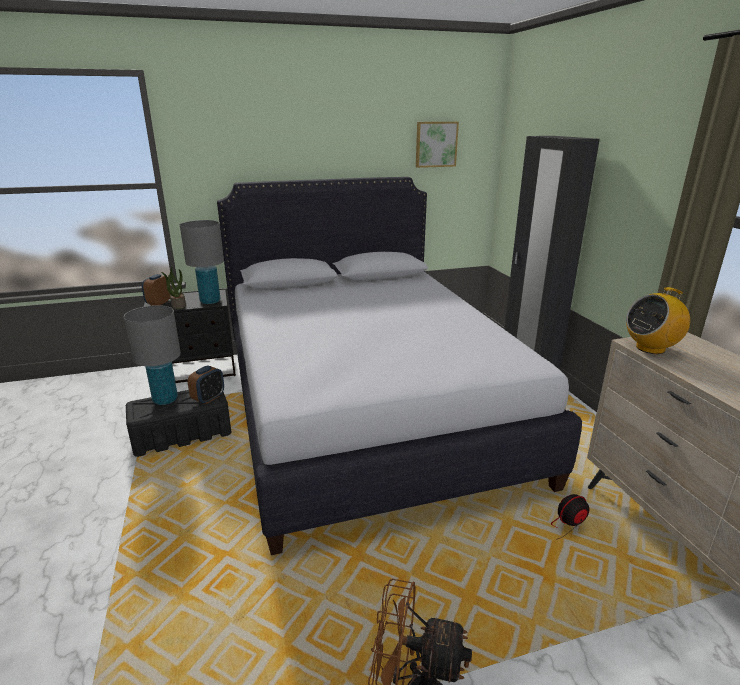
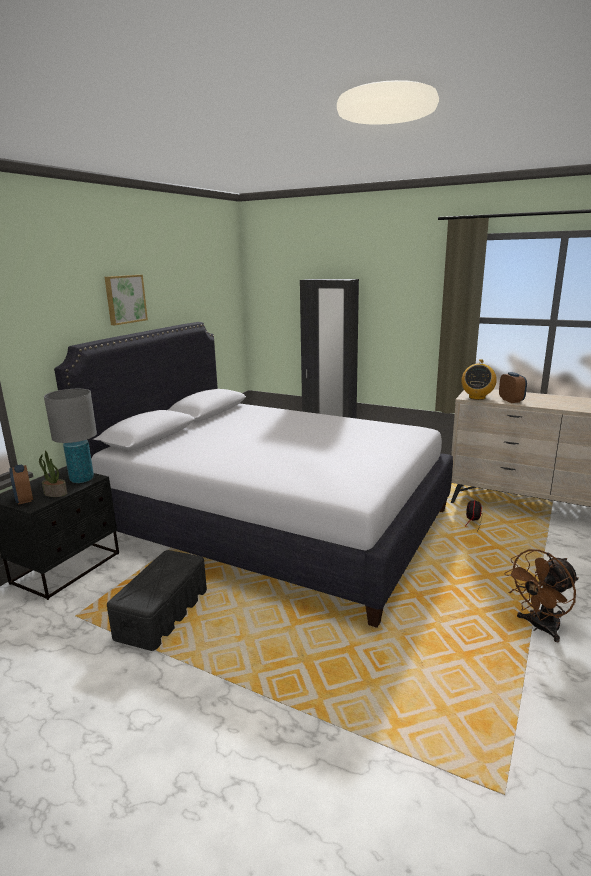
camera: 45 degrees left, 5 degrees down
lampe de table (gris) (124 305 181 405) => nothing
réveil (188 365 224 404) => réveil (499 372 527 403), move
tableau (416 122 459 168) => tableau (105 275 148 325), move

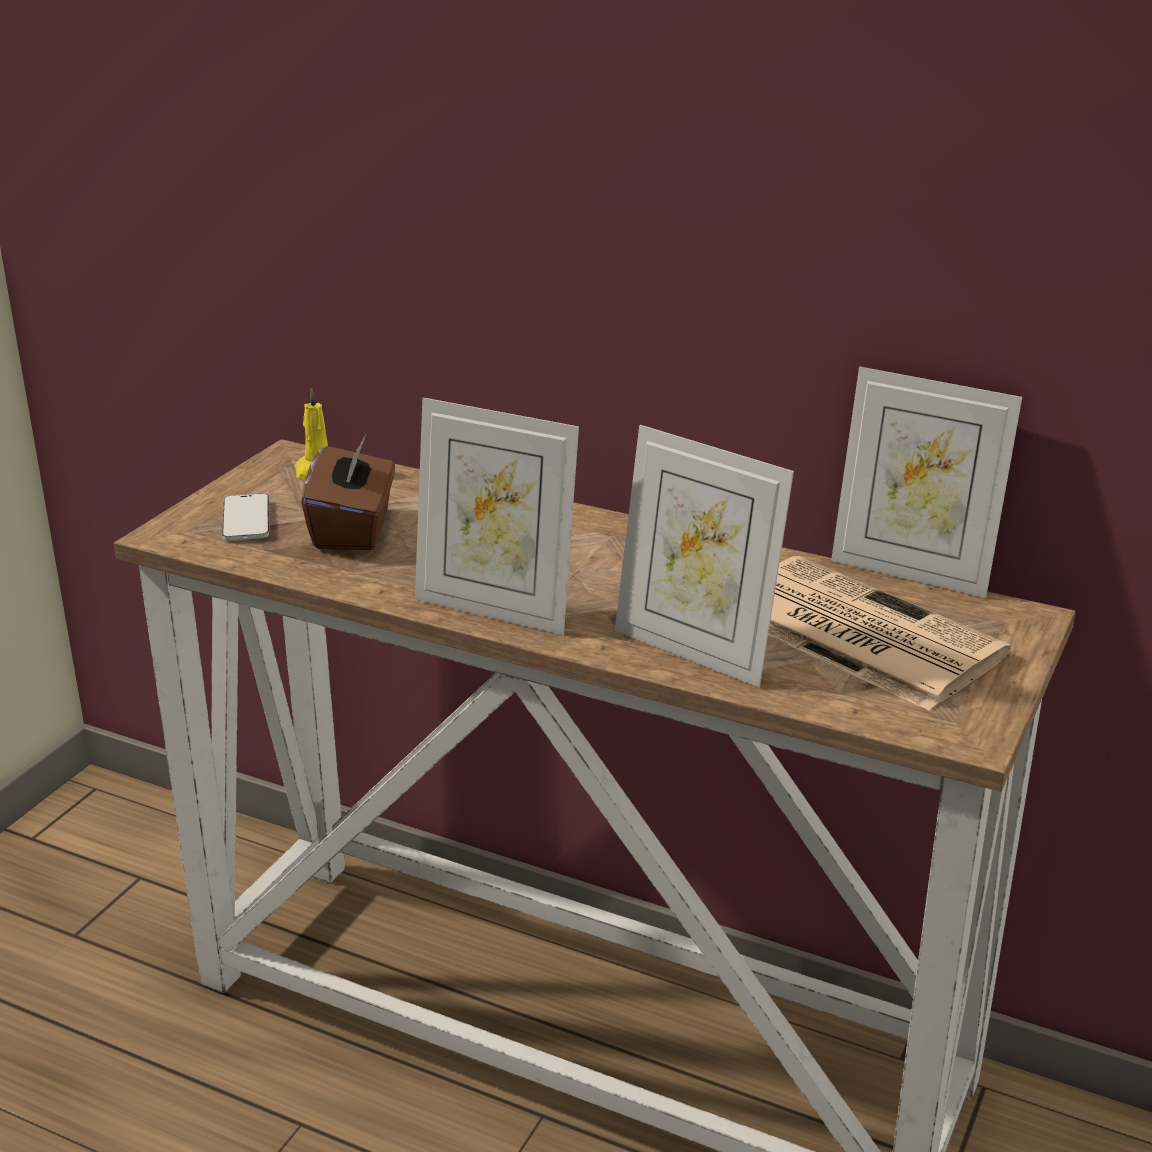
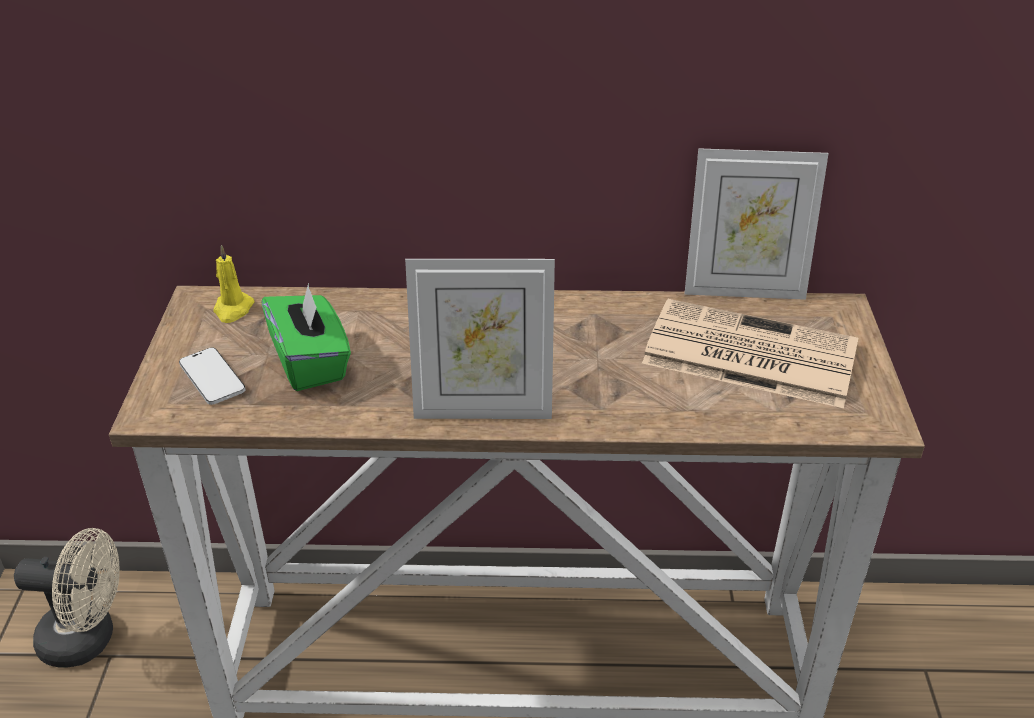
camera: 25 degrees left, 10 degrees up
boîte à mouchoirs (marron) (301 435 395 550) => boîte à mouchoirs (vert) (261 283 351 391)
cadre photo (615 425 794 687) => nothing
nothing => ventilateur (beige) (14 528 120 668)

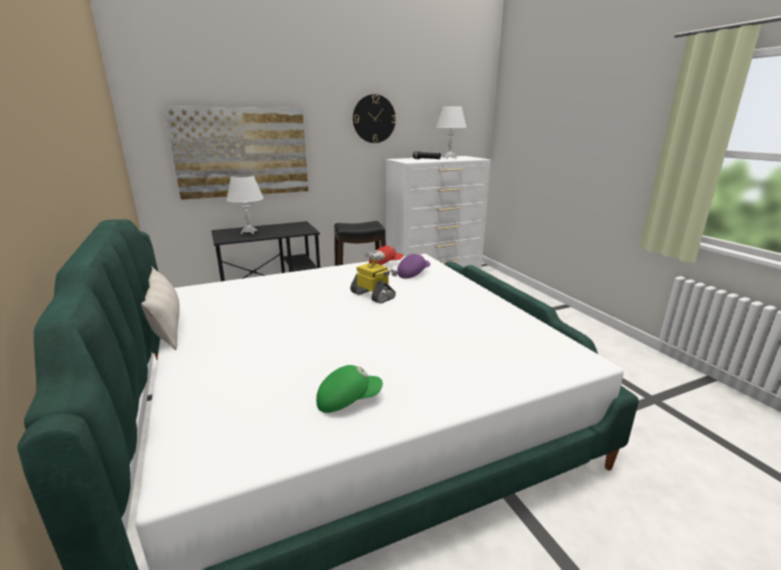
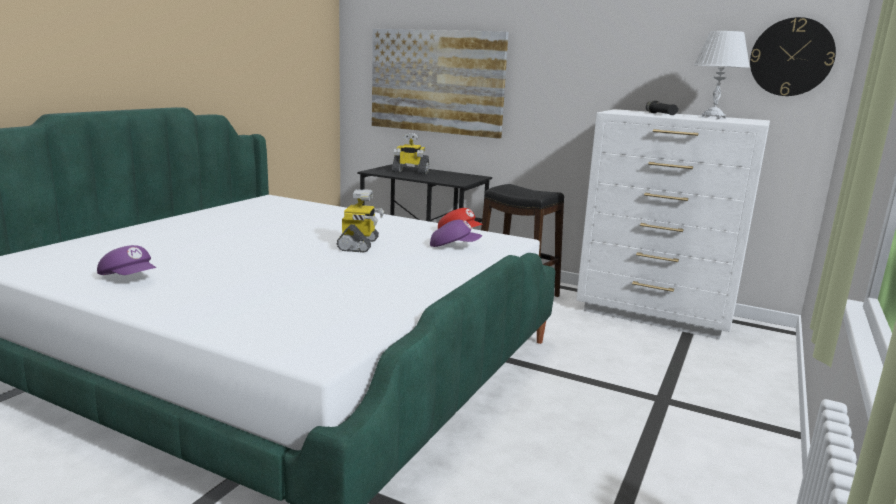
camera: 50 degrees right, 5 degrees down
coussin (beige) (141 266 180 350) => nothing
lampe de table (blanc) (226 175 264 234) => robot jouet (392 133 429 174)
casquette (vert) (316 365 383 413) => casquette (violet) (97 245 156 275)
horloge murale (353 94 396 143) => horloge murale (750 17 836 96), move

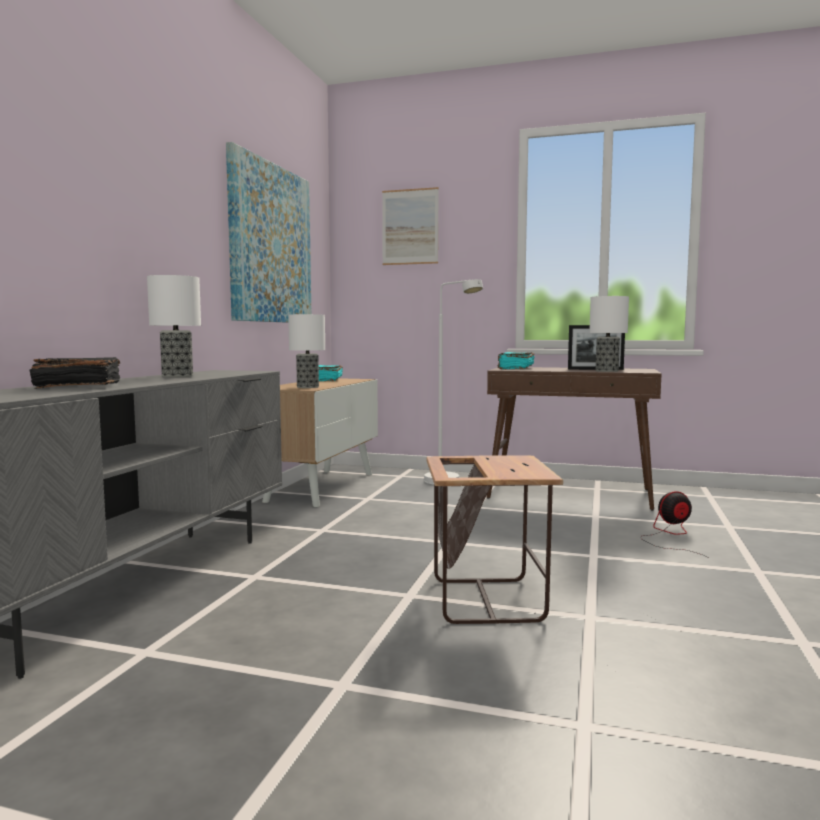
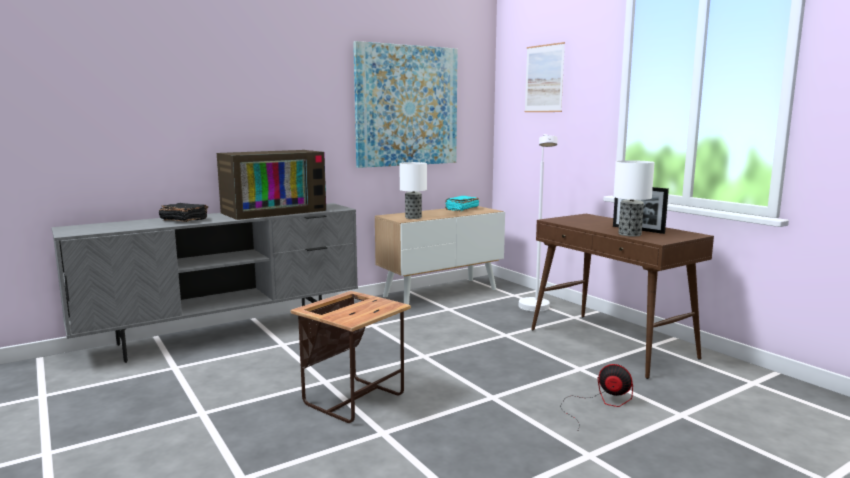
camera: 40 degrees right, 5 degrees up
lampe de table (147 275 201 377) => téléviseur (217 150 326 220)
livre (turquoise) (497 352 535 369) => nothing

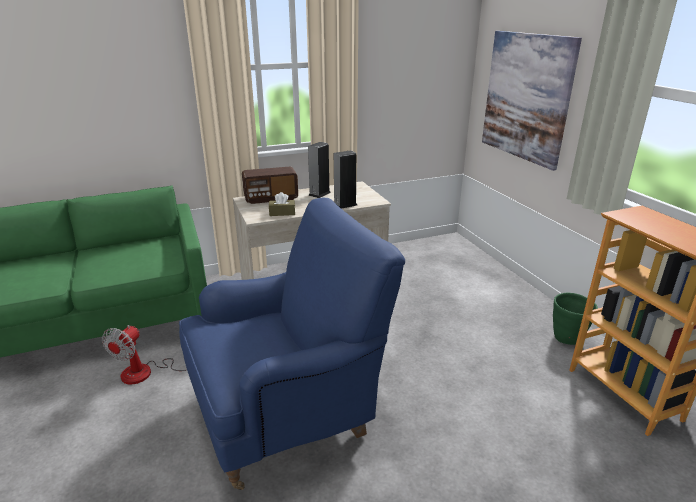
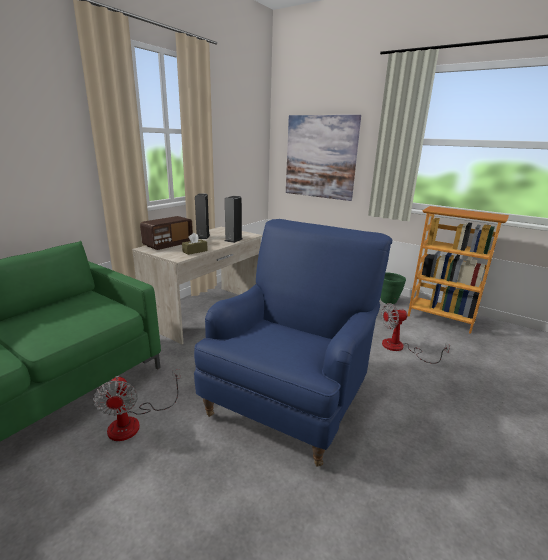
camera: 35 degrees left, 5 degrees down
nothing => ventilateur (381 303 450 364)

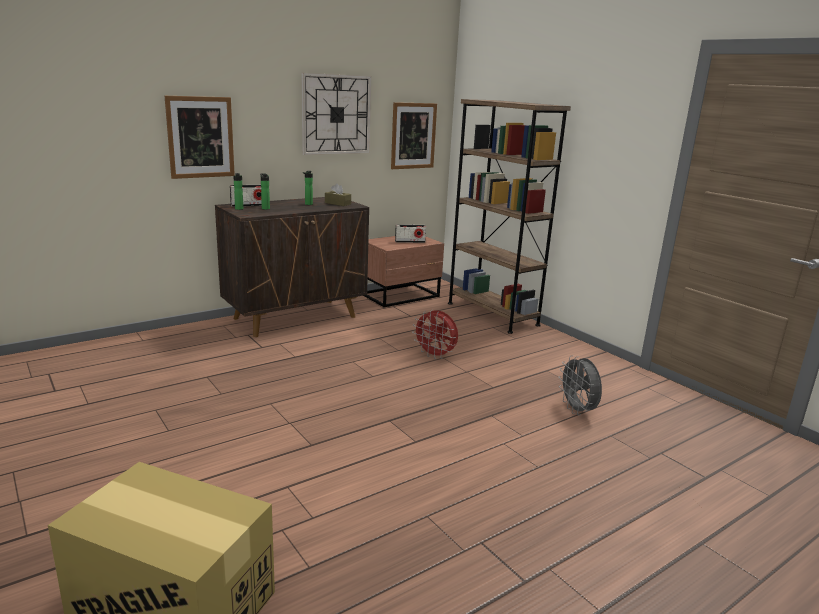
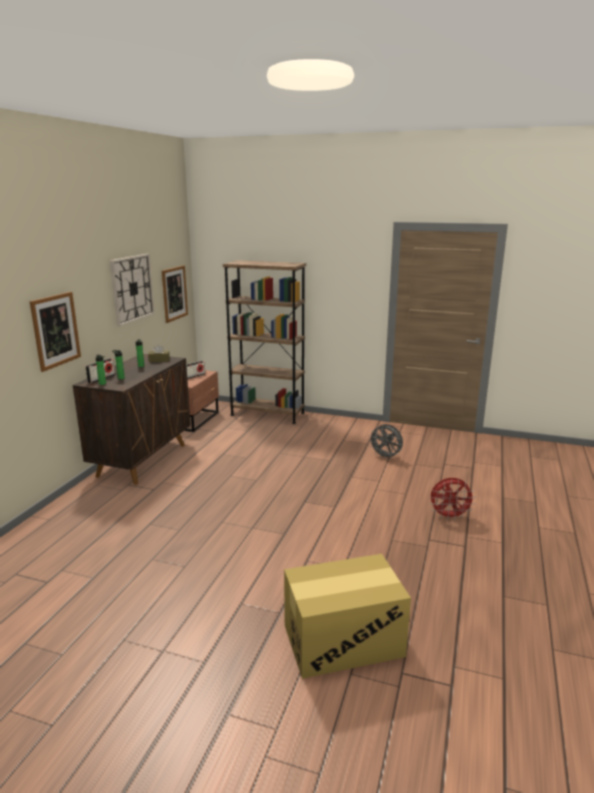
camera: 35 degrees left, 0 degrees up
ventilateur (rouge) (412 310 458 359) => ventilateur (rouge) (430 478 476 520), move

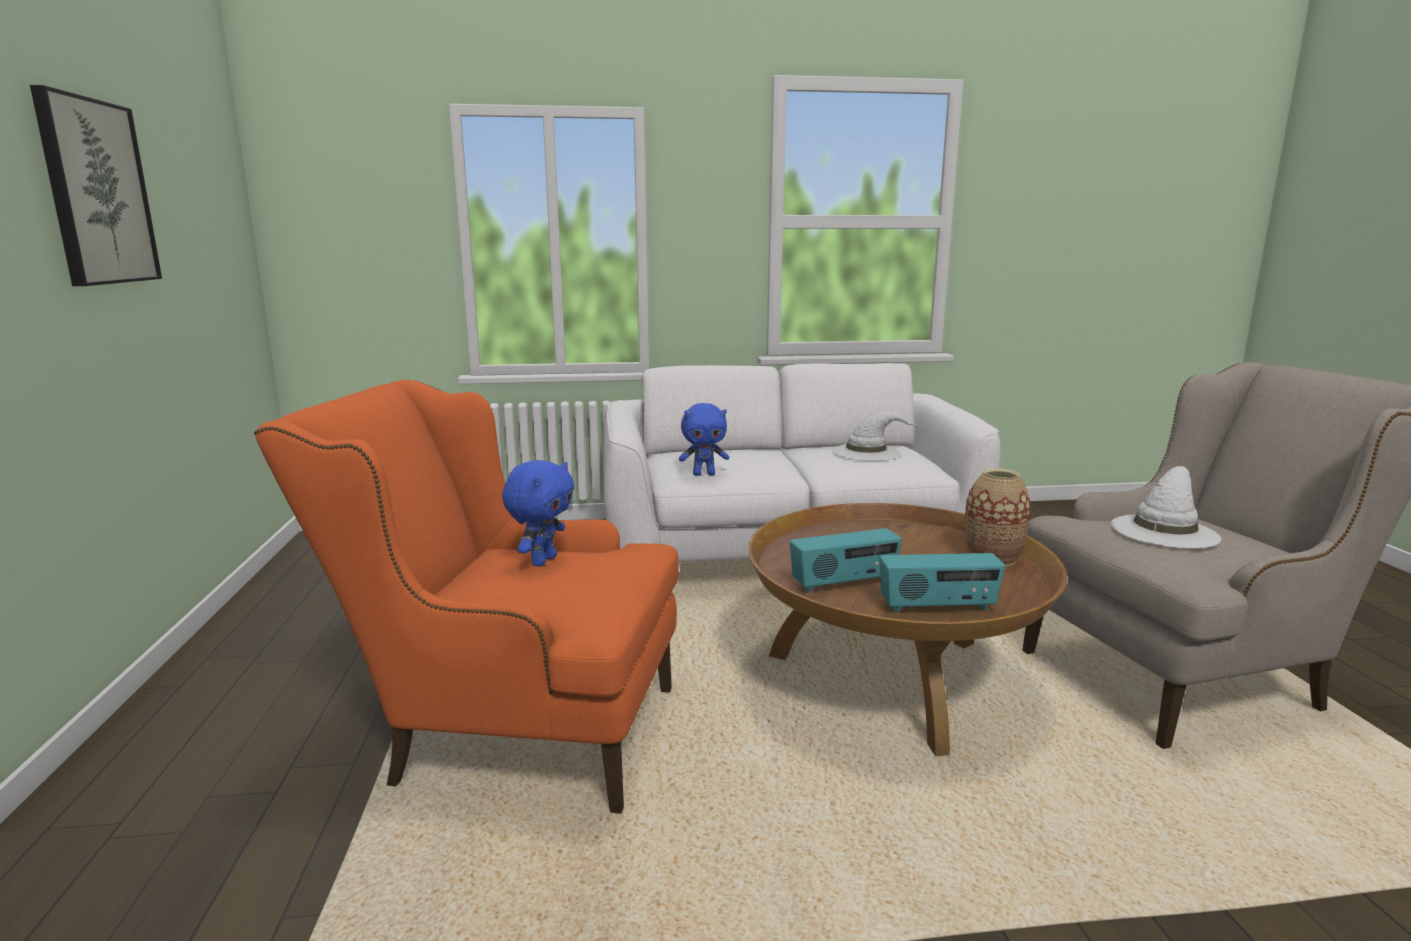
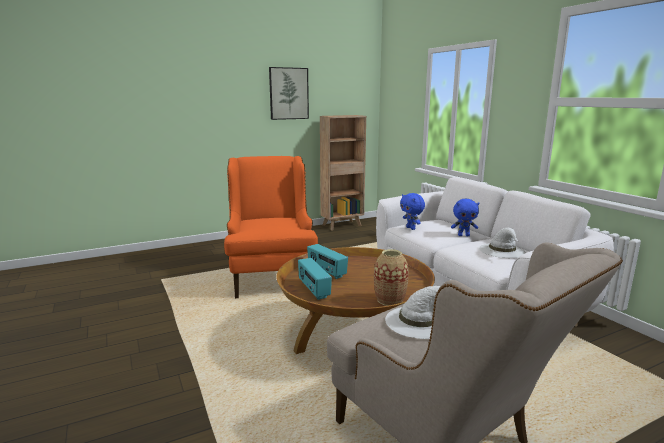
camera: 70 degrees right, 0 degrees up
peluche (bleu) (502 460 574 567) => peluche (bleu) (451 199 480 236), move
nothing => bibliothèque (marron) (320 115 366 231)

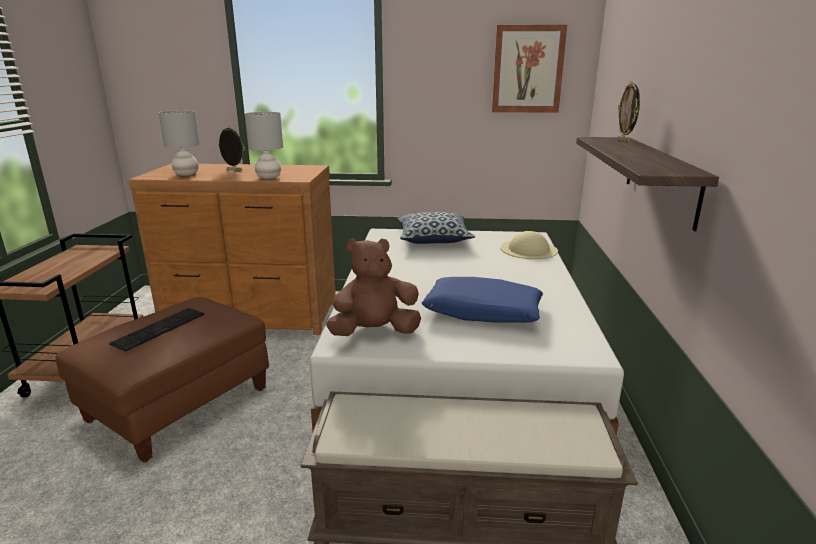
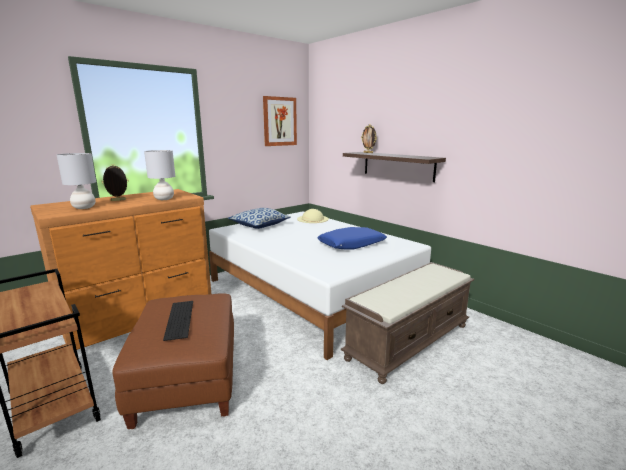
camera: 45 degrees left, 5 degrees down
peluche (marron) (326 238 421 336) => nothing

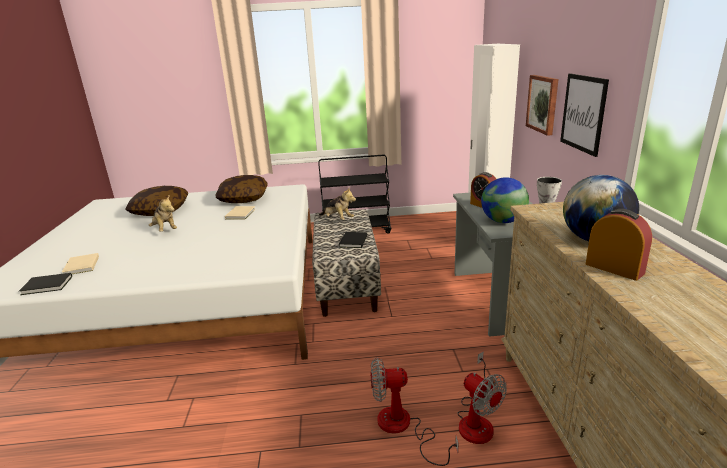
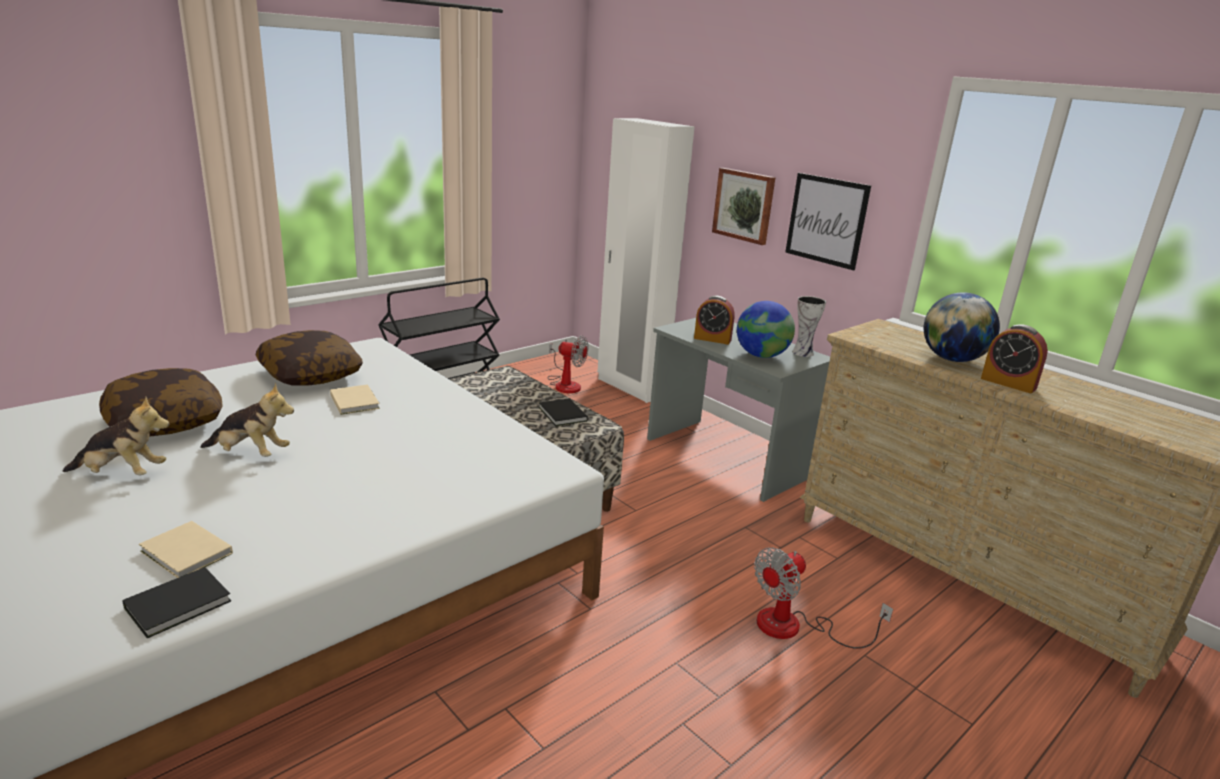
camera: 40 degrees left, 0 degrees up
peluche (319 187 356 220) => peluche (63 397 169 476), move
ventilateur (457 351 507 444) => ventilateur (547 335 588 393), move
réveil (586 209 652 281) => réveil (981 324 1048 393), 150 degrees counterclockwise

